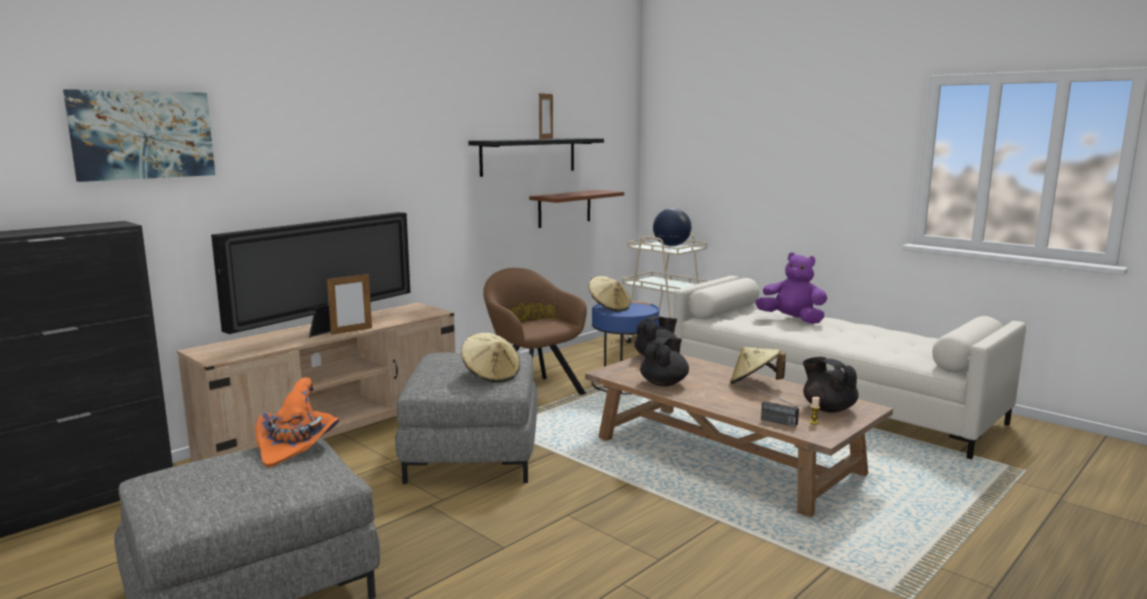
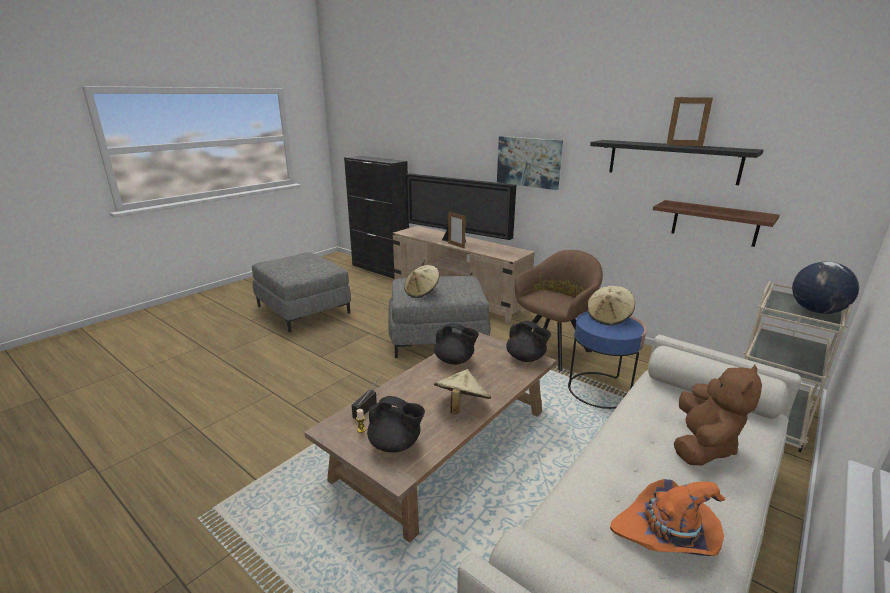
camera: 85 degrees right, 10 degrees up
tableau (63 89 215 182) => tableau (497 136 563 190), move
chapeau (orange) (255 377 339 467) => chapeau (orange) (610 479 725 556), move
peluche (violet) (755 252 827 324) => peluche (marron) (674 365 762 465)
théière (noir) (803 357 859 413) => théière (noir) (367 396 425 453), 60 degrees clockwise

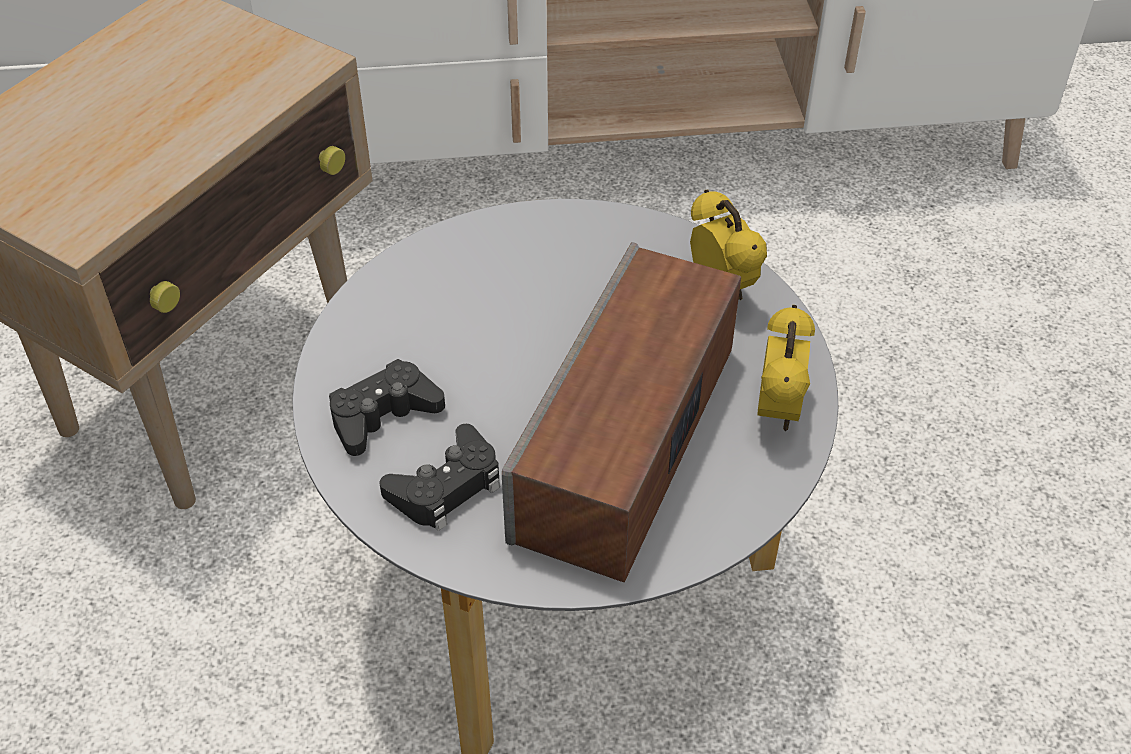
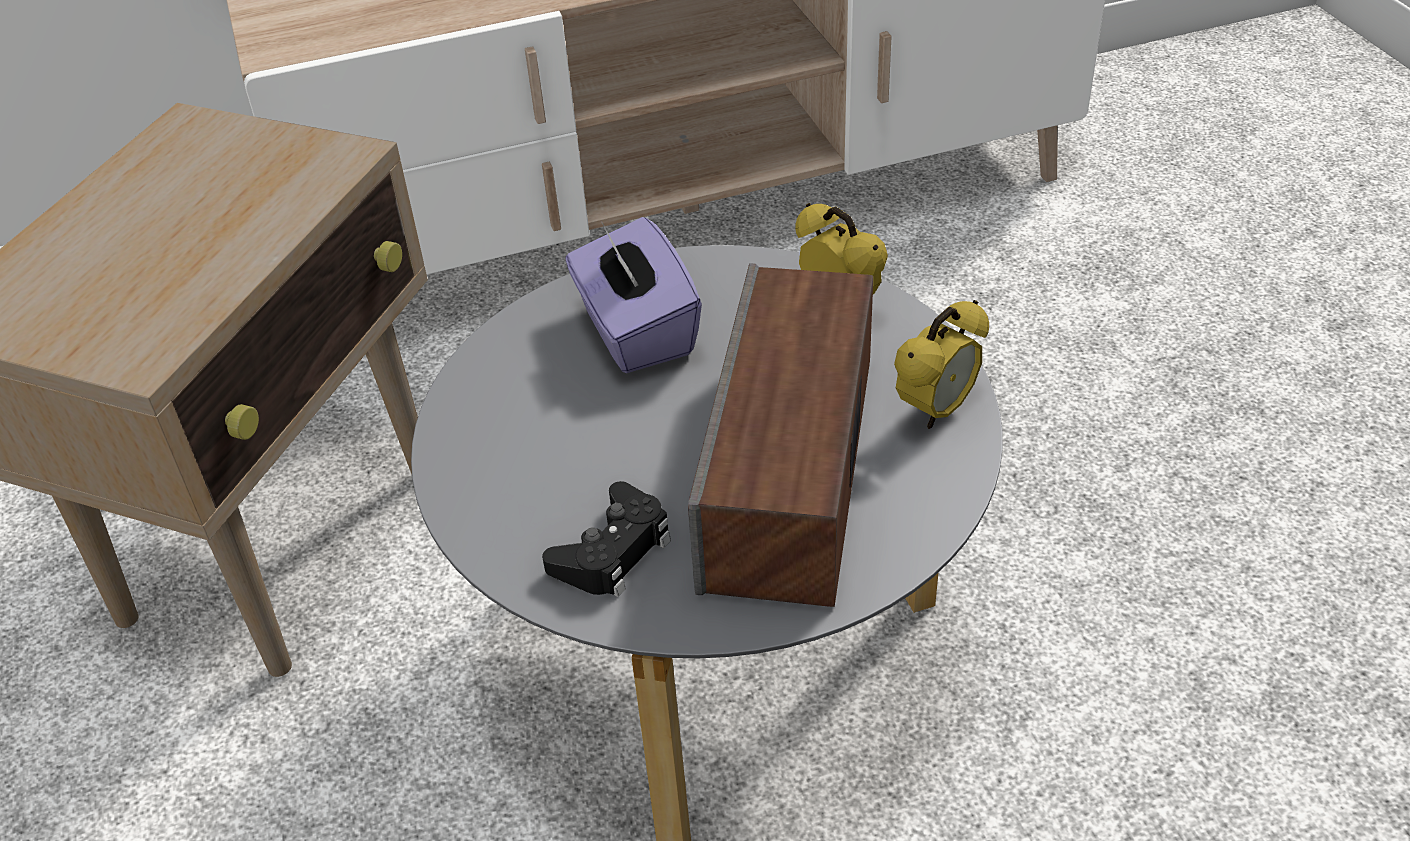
camera: 10 degrees left, 5 degrees down
manette (noir) (329 359 445 456) => nothing
réveil (757 305 815 431) => réveil (894 300 989 429), 45 degrees clockwise
nothing => boîte à mouchoirs (violet) (565 217 702 373)

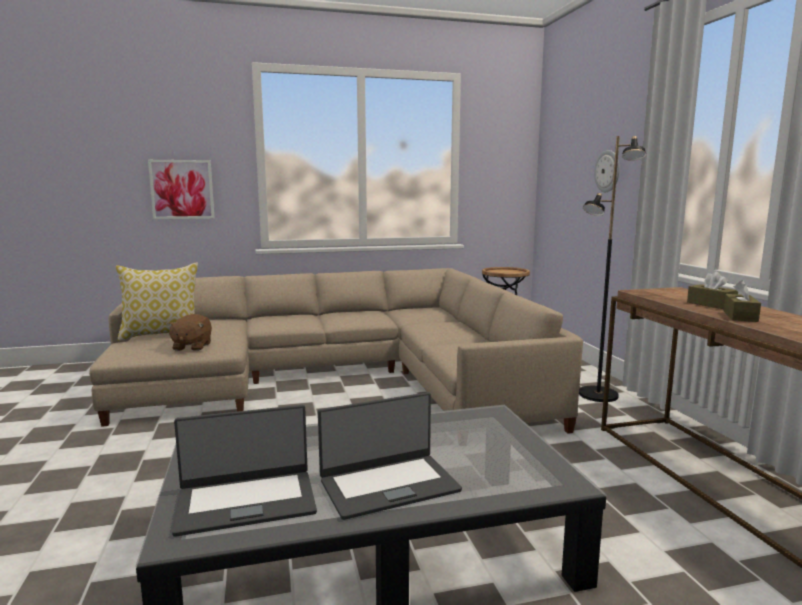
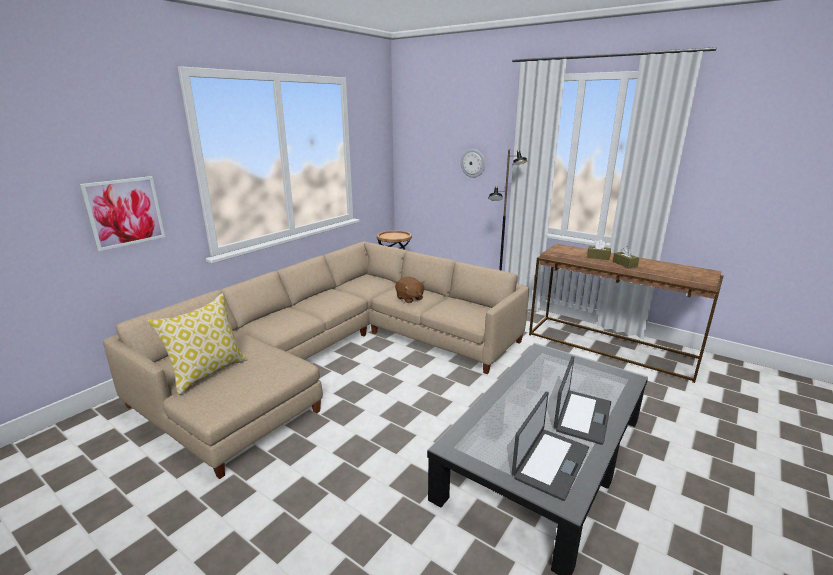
camera: 40 degrees left, 10 degrees up
peluche (marron) (167 314 212 351) => peluche (marron) (395 277 425 303), move

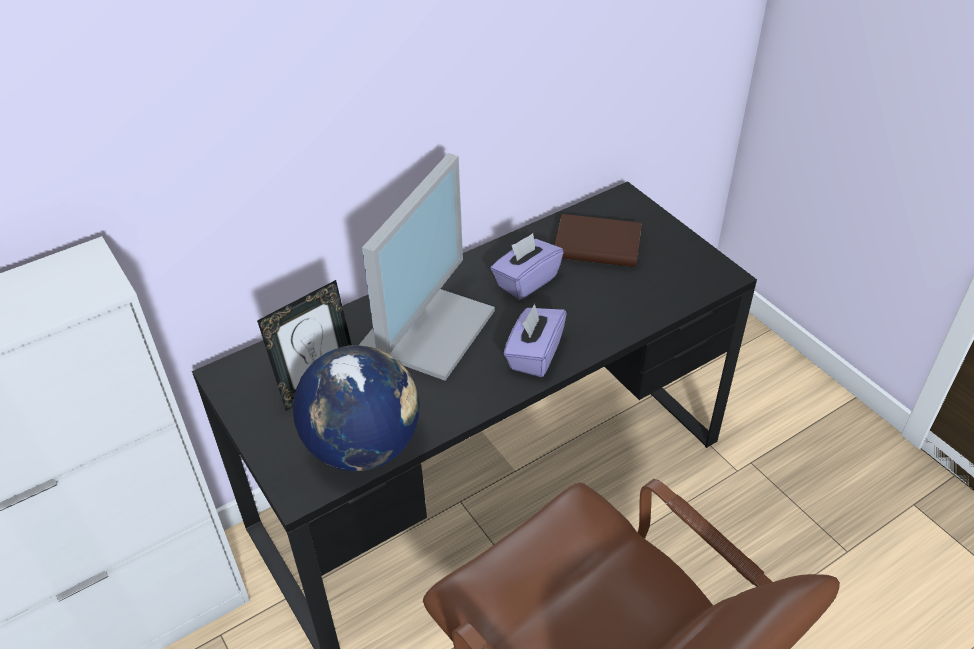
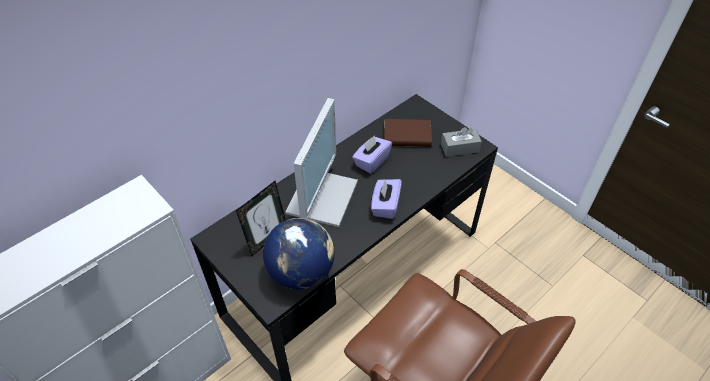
camera: 10 degrees left, 5 degrees up
nothing => boîte à mouchoirs (gris) (441 127 482 157)

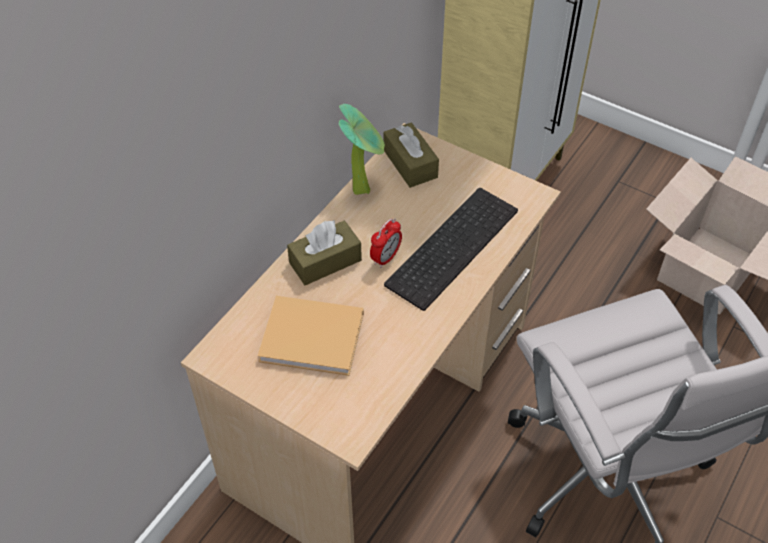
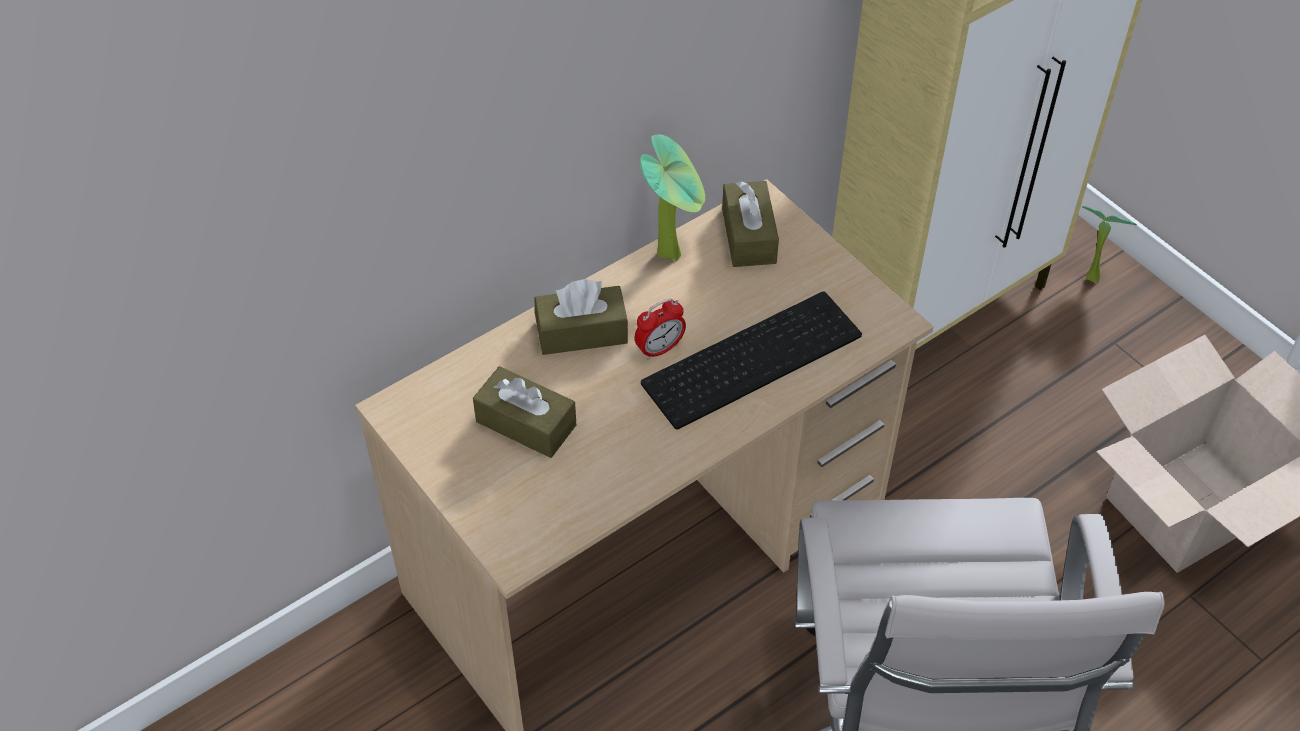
camera: 20 degrees right, 0 degrees up
livre (beige) (258 296 364 376) => boîte à mouchoirs (marron) (473 366 576 458)
nothing => plante en pot (1082 206 1137 283)

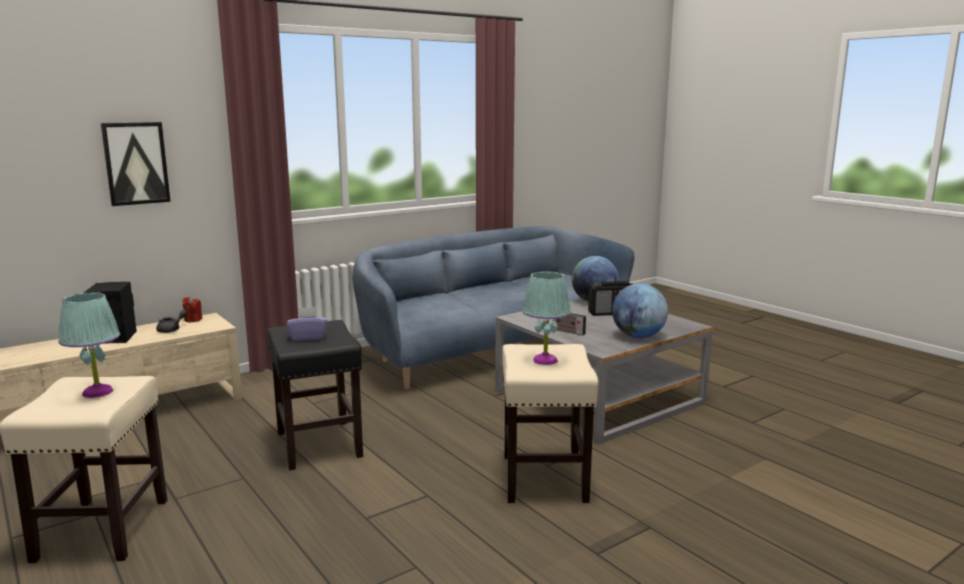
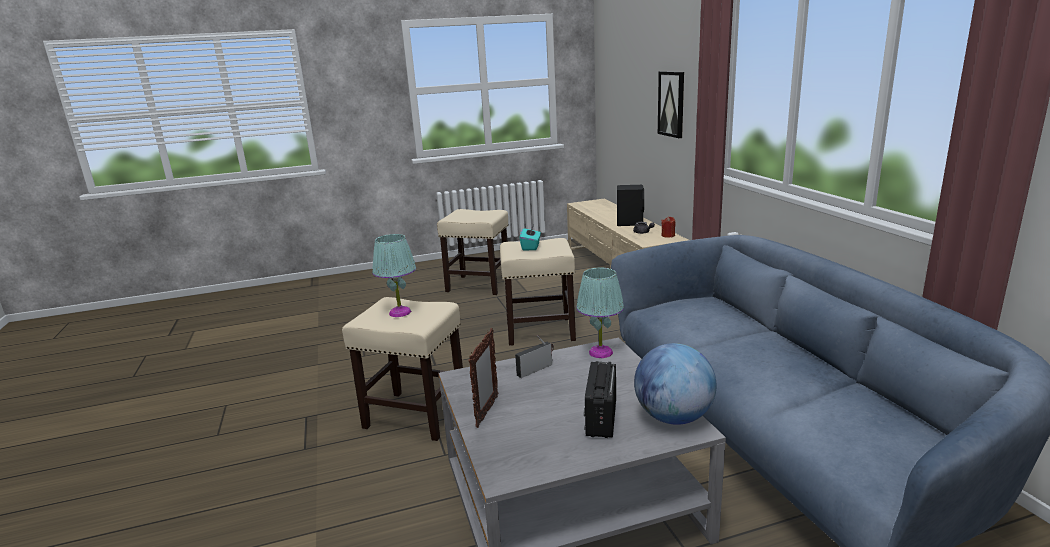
camera: 110 degrees right, 5 degrees up
lampe de table (turquoise) (59 292 120 398) => lampe de table (turquoise) (576 267 624 358), move
tabouret (noir) (267 320 363 470) => tabouret (beige) (500 238 576 346)
boîte à mouchoirs (violet) (287 307 327 341) => boîte à mouchoirs (turquoise) (520 225 541 250)
globe (612 283 668 338) => cadre photo (468 328 498 428)

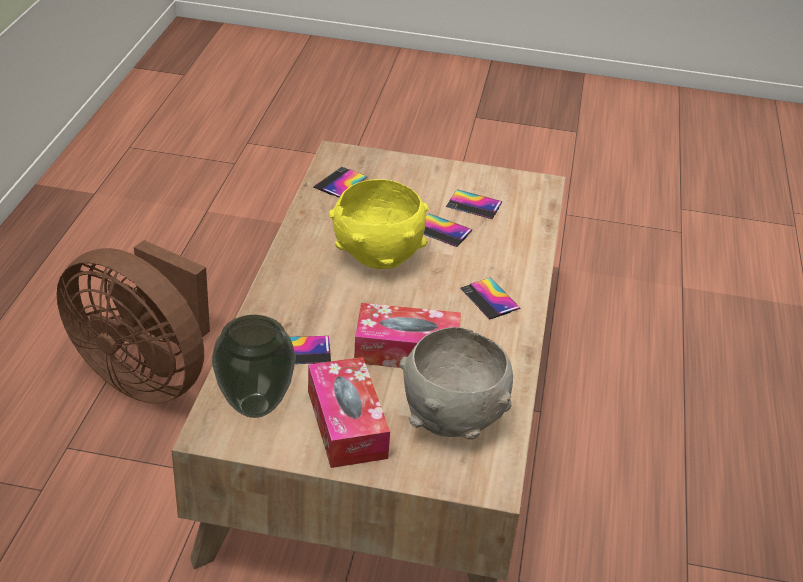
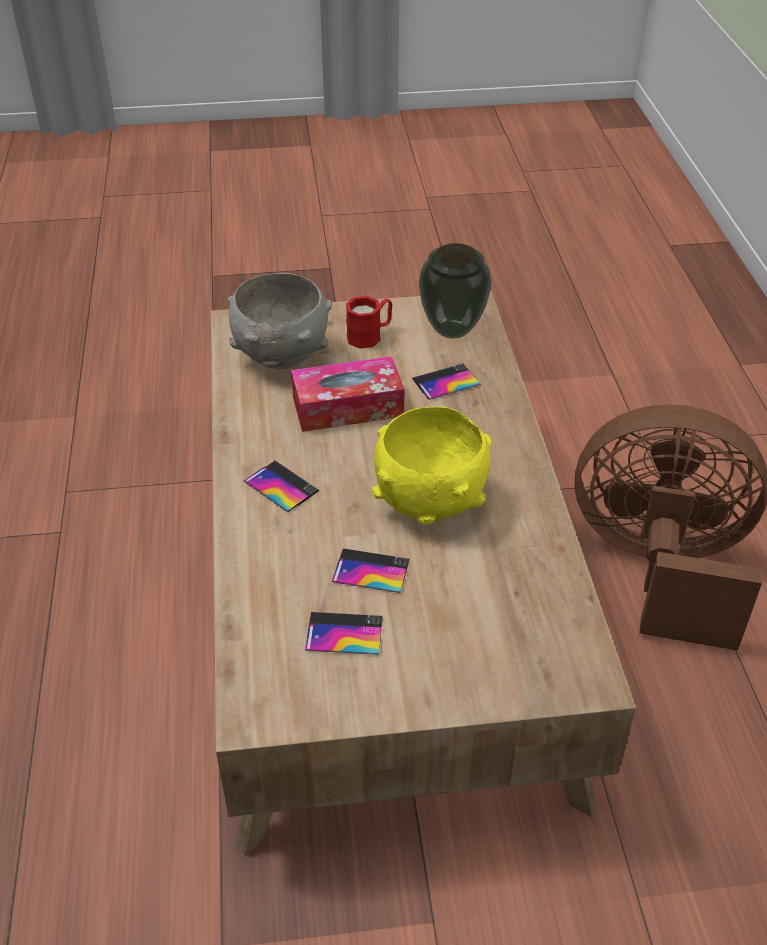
camera: 165 degrees right, 5 degrees up
boîte à mouchoirs (308 357 390 468) => mug (rouge) (346 296 392 349)
téléphone (313 167 367 198) => nothing

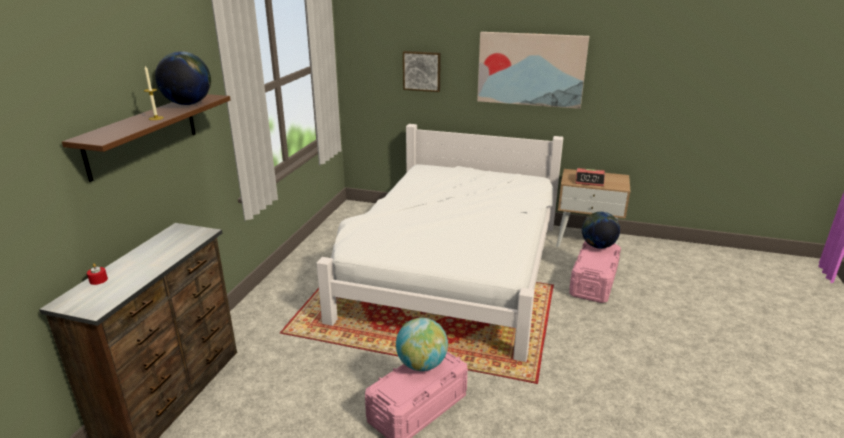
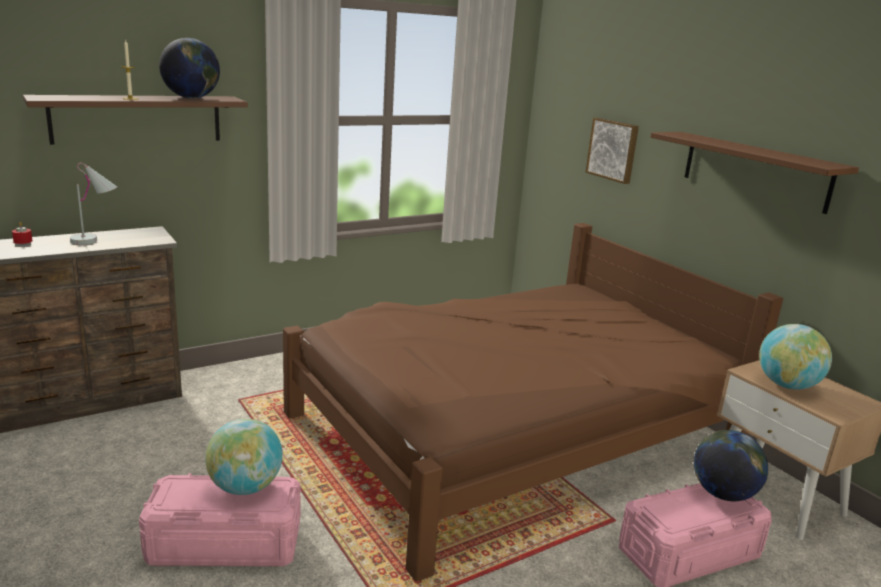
camera: 40 degrees right, 5 degrees down
lit (blanc) (316 124 564 362) => lit (marron) (283 223 783 582)
tableau (477 32 589 109) => étagère (marron) (651 132 859 214)
réveil (575 168 605 186) => globe (759 324 832 390)
nothing => lampe de table (blanc) (70 163 117 245)

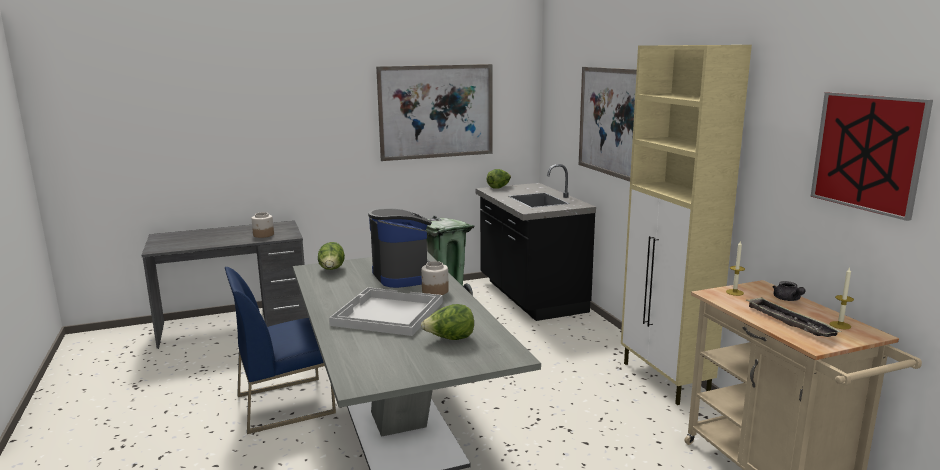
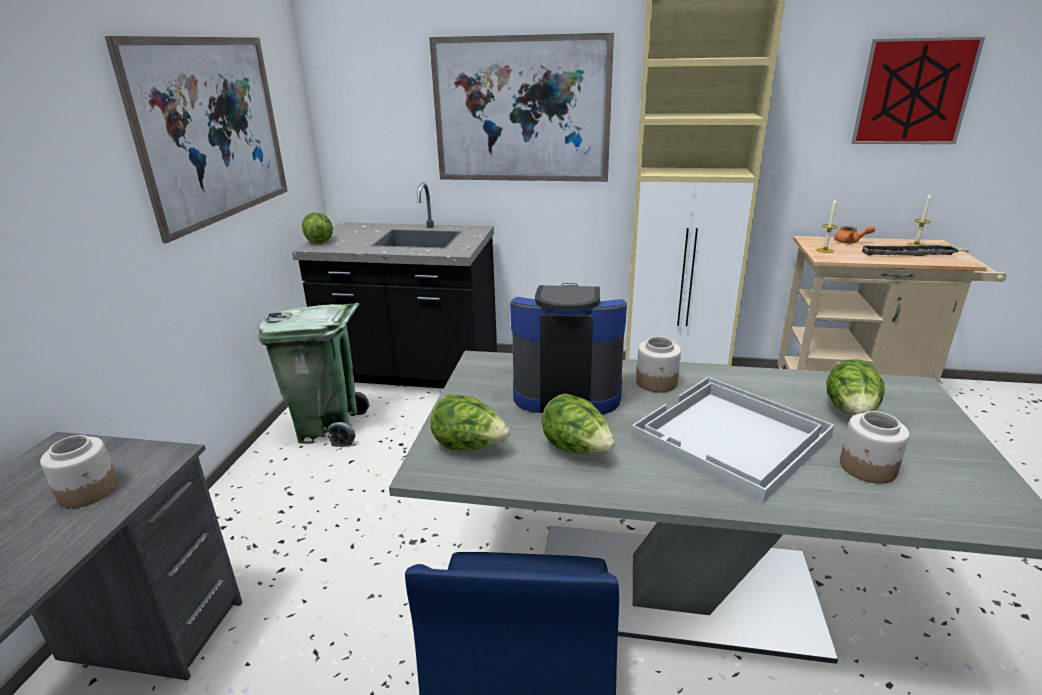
camera: 60 degrees left, 10 degrees up
théière (gris) (773 281 805 301) => théière (orange) (834 226 876 243)
nothing => laitue (541 393 615 454)
nothing => bocal (840 411 909 484)

